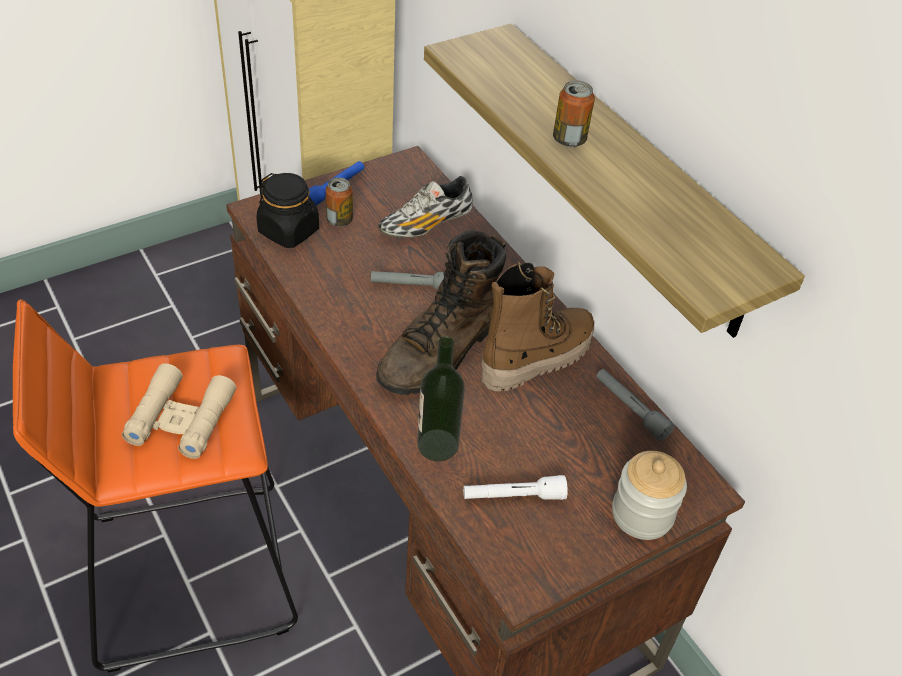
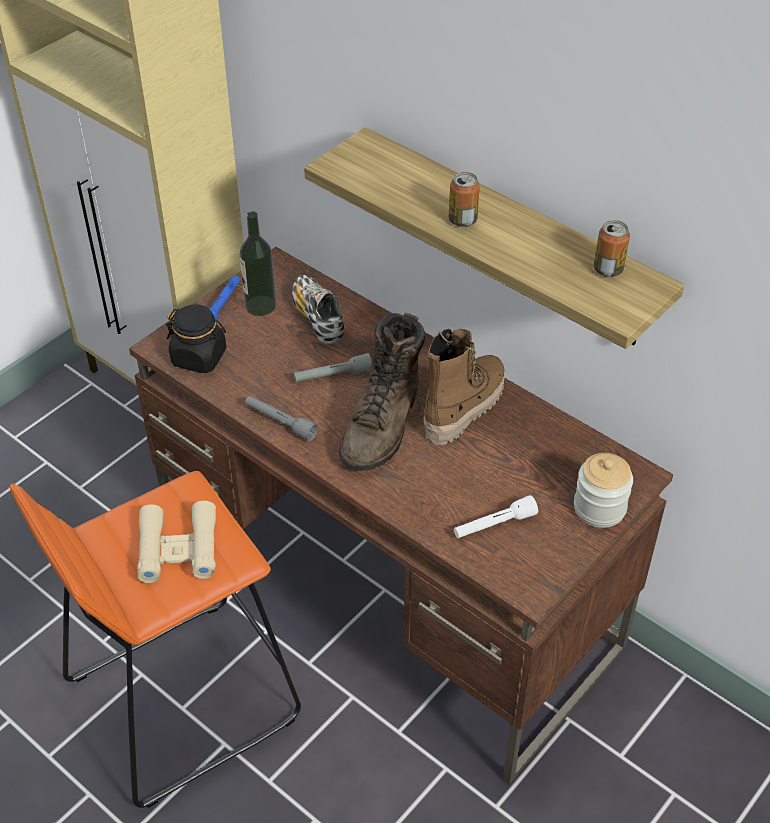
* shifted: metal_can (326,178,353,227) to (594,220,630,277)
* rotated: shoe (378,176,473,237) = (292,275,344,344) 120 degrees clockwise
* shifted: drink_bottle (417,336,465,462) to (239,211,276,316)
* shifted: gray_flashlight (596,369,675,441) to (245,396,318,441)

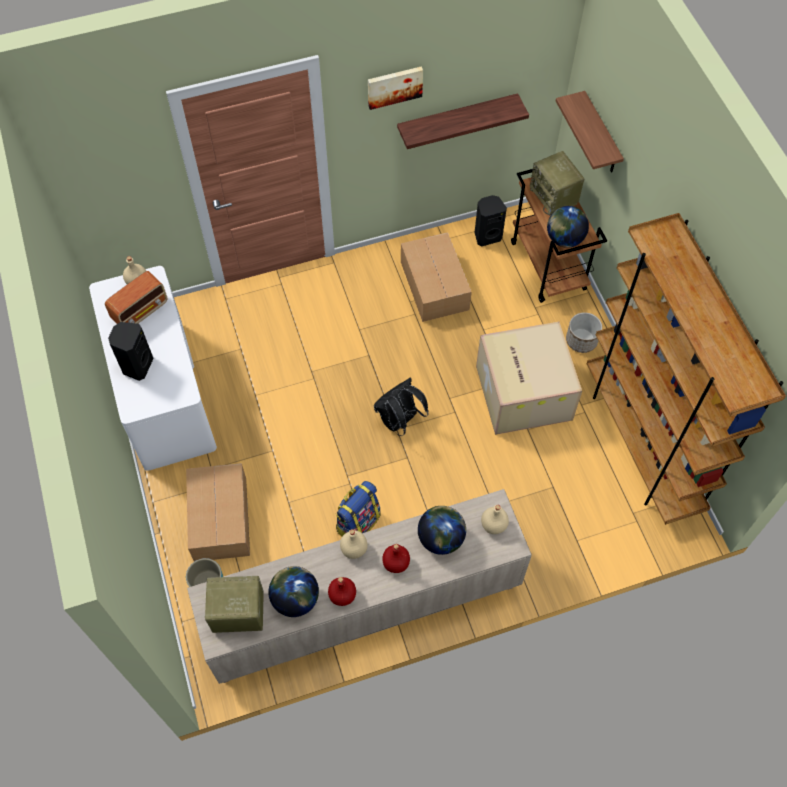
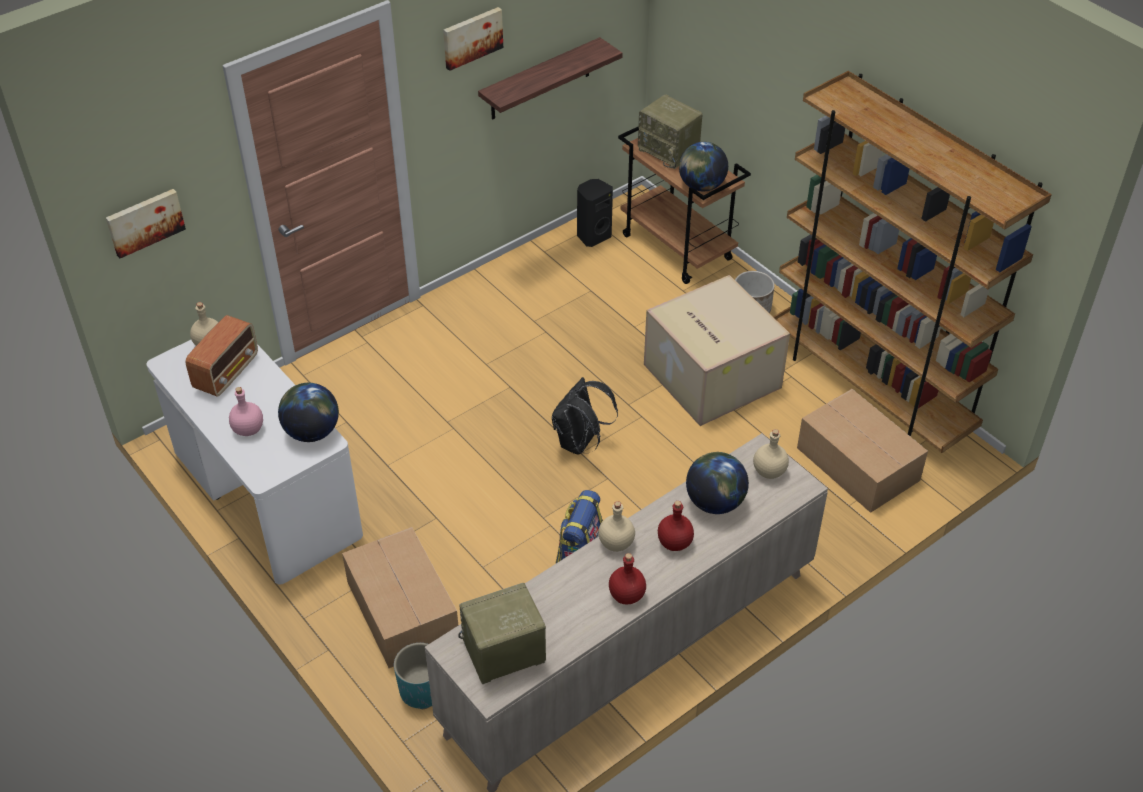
* swapped: black_speaker (108,322,154,381) to pinkish_drink_bottle (229,387,263,436)
* shifted: world_globe (268,566,319,617) to (278,383,339,442)
* shifted: cardboard_box (401,232,472,322) to (797,389,928,513)
* gone: wall_shelf (556,91,624,172)
* new: picture (106,189,186,258)

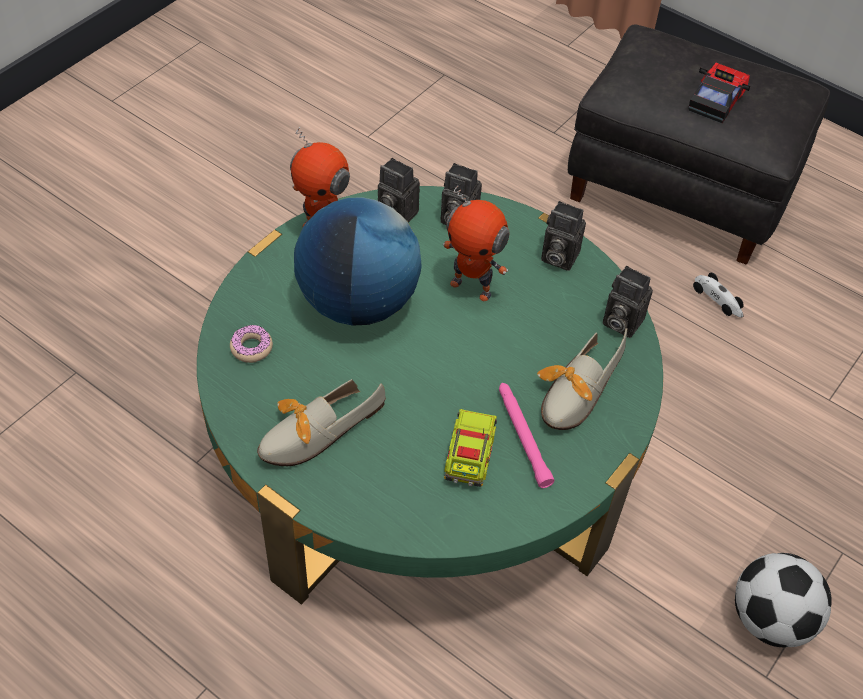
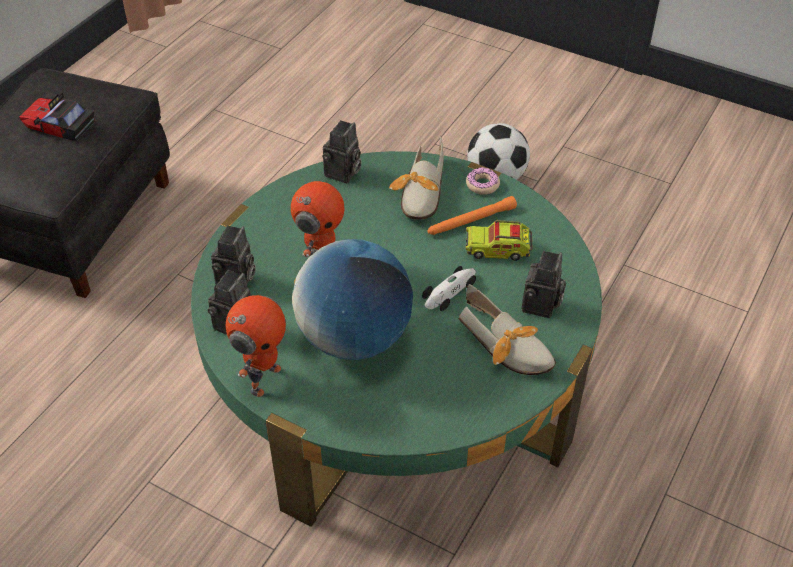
* shifted: ring_doughnut (230,324,273,363) to (466,167,500,195)
* repainted: pinkish_flashlight (499,383,554,488) to orange-coloured_flashlight (427,196,517,235)
* rotated: shoe (537,328,627,430) = (389,136,444,220) 75 degrees clockwise
* shifted: photo_camera (541,201,586,271) to (522,251,566,318)
* shifted: toy_car (693,273,744,318) to (422,266,476,311)

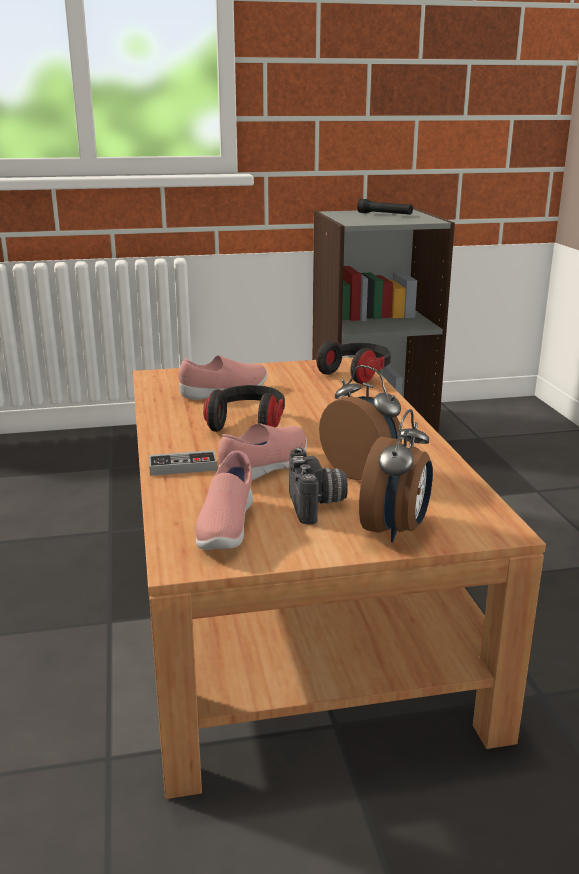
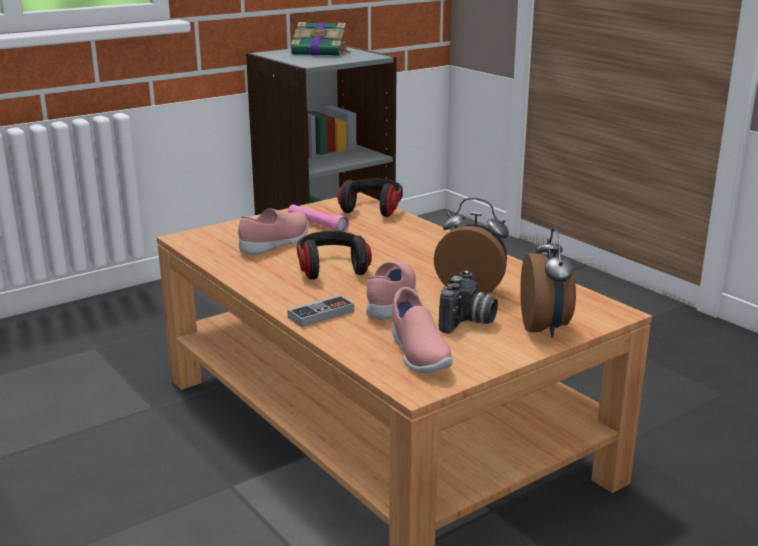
* rotated: photo_camera (289,447,348,524) = (439,270,498,333) 60 degrees clockwise
* swapped: black_flashlight (357,199,413,215) to book (291,22,351,56)
* new: pinkish_flashlight (288,204,349,232)

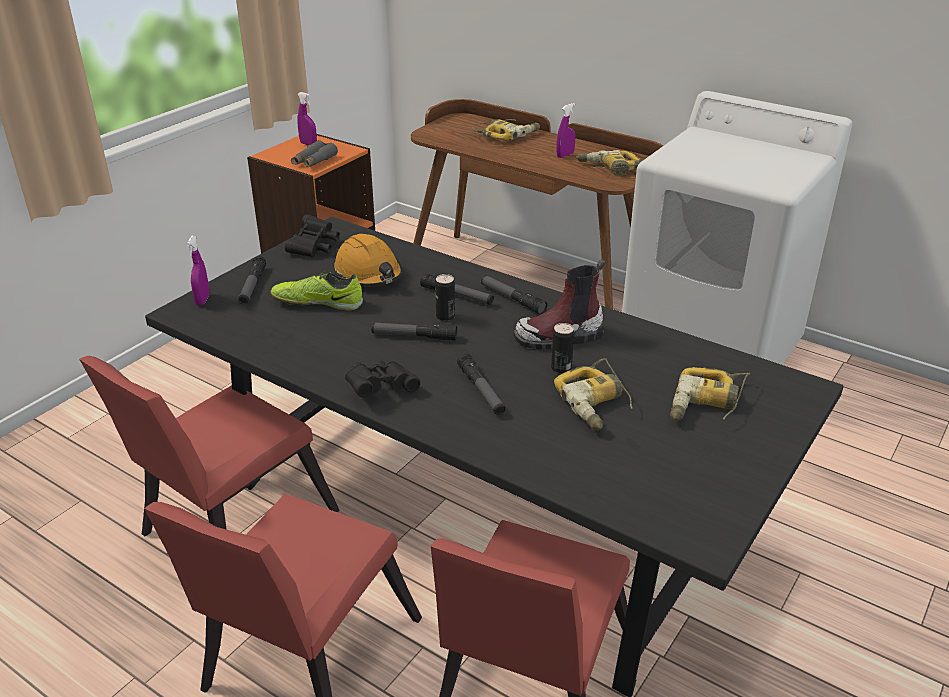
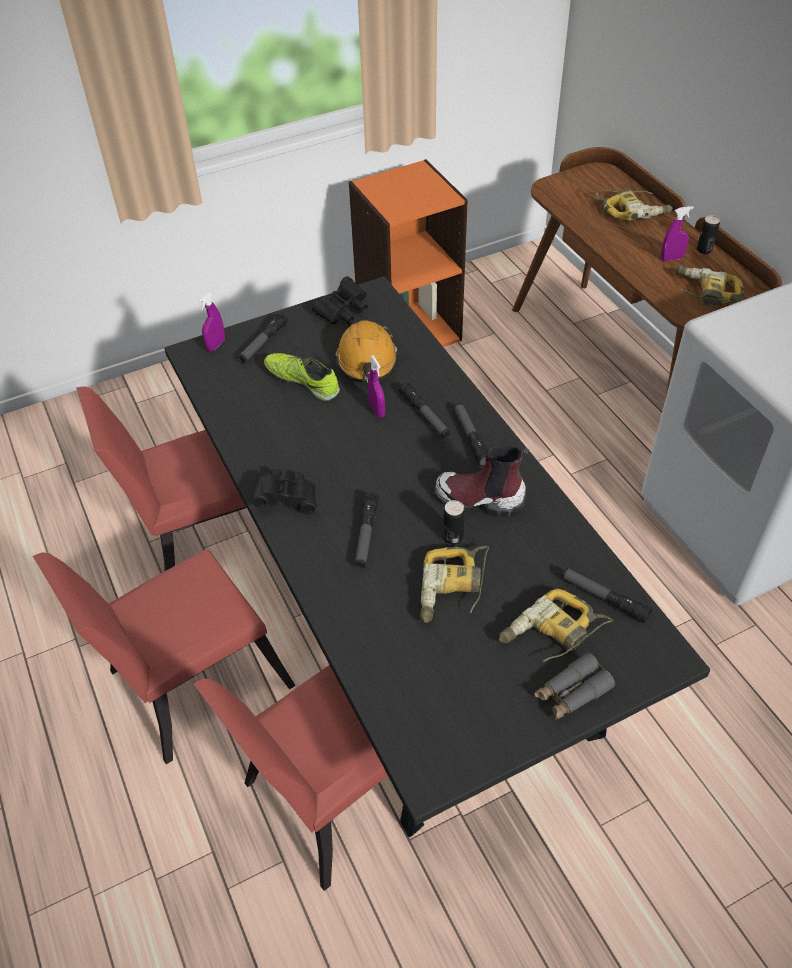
* shifted: gray_binoculars (291,140,338,167) to (534,653,615,720)
* shifted: purple-coloured_sprayer (297,92,317,146) to (368,355,385,418)
* shifted: flashlight (371,322,457,341) to (561,568,652,623)
* shifted: metal_can (435,274,455,321) to (697,215,720,254)

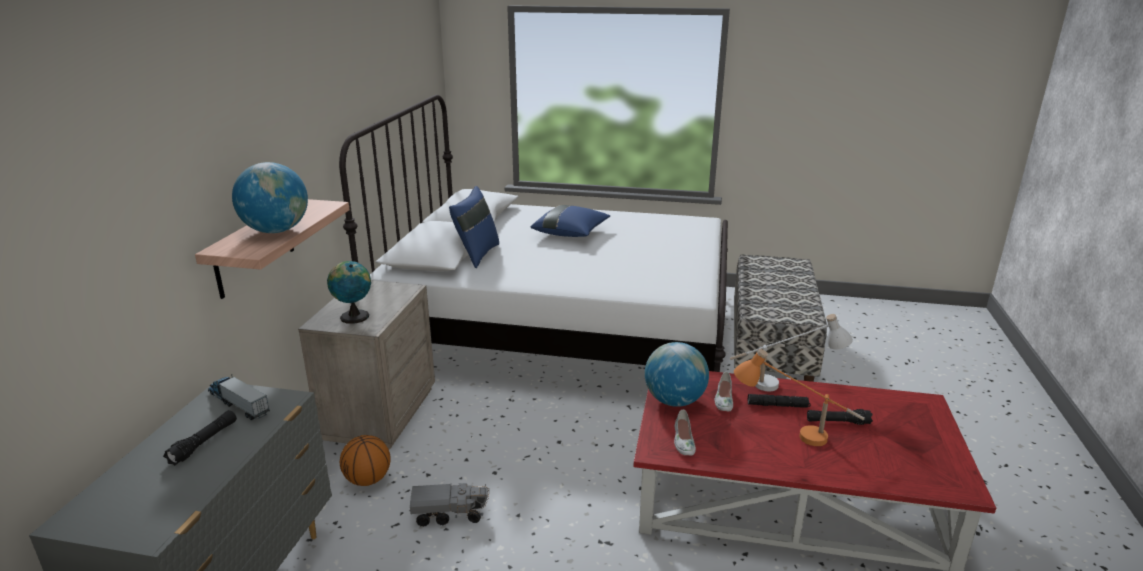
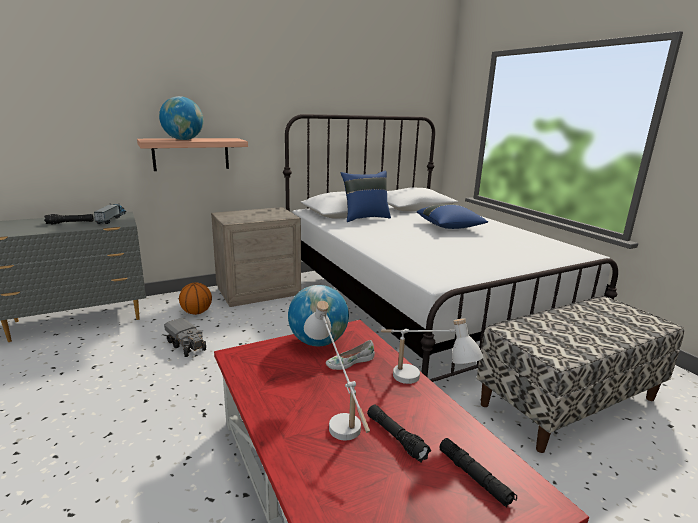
* gone: world_globe (327,261,371,324)
* gone: whitish_shoe (674,410,696,455)
* repainted: orange-coloured_tabletop_lamp (734,349,865,446) to whitish_tabletop_lamp (304,301,370,441)
* shifted: black_flashlight (748,394,811,408) to (439,438,517,508)

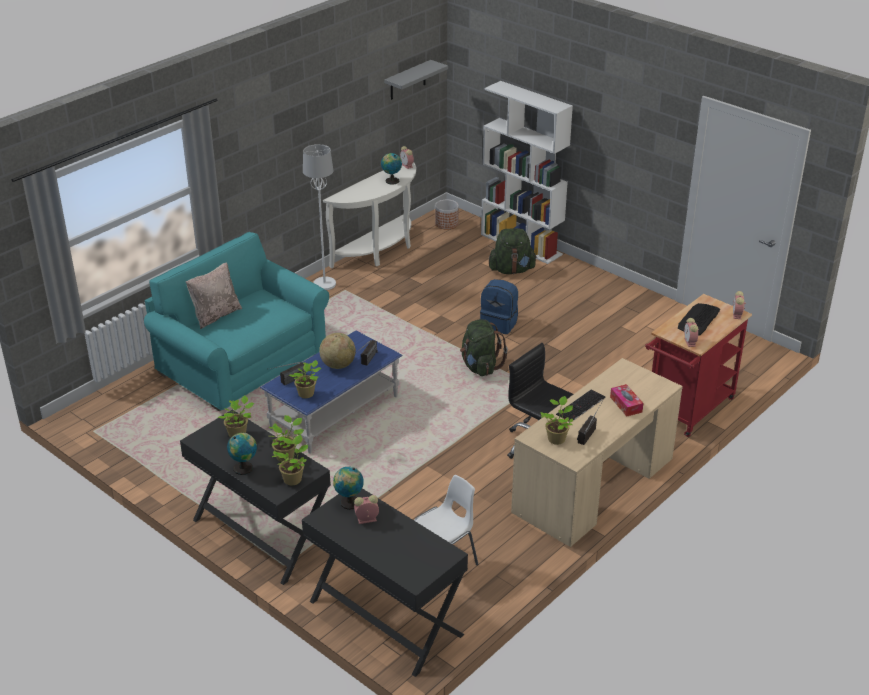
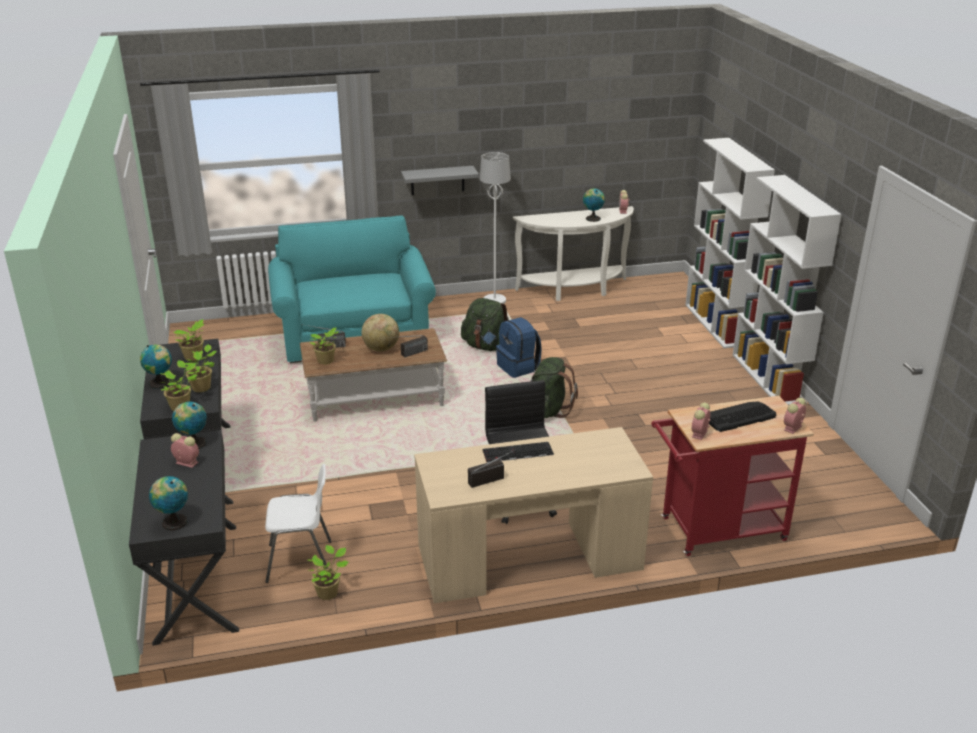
* gone: beige_cushion (186,262,242,329)
* repainted: bluish_lounge_table (260,331,403,454) to brown-coloured_lounge_table (300,328,447,422)
* shifted: gray_wall_shelf (384,60,448,100) to (401,166,479,195)
* gone: planter (435,200,459,230)
* shifted: bluish_backpack (480,279,518,334) to (496,317,542,378)
* shifted: green_backpack (489,228,537,274) to (461,298,509,351)
* shifted: plant_in_a_pot (540,396,573,445) to (308,545,349,600)
* gone: tissue_holder (610,384,643,417)
* new: world_globe (149,476,188,531)
* new: whitish_bookcase (733,175,842,405)

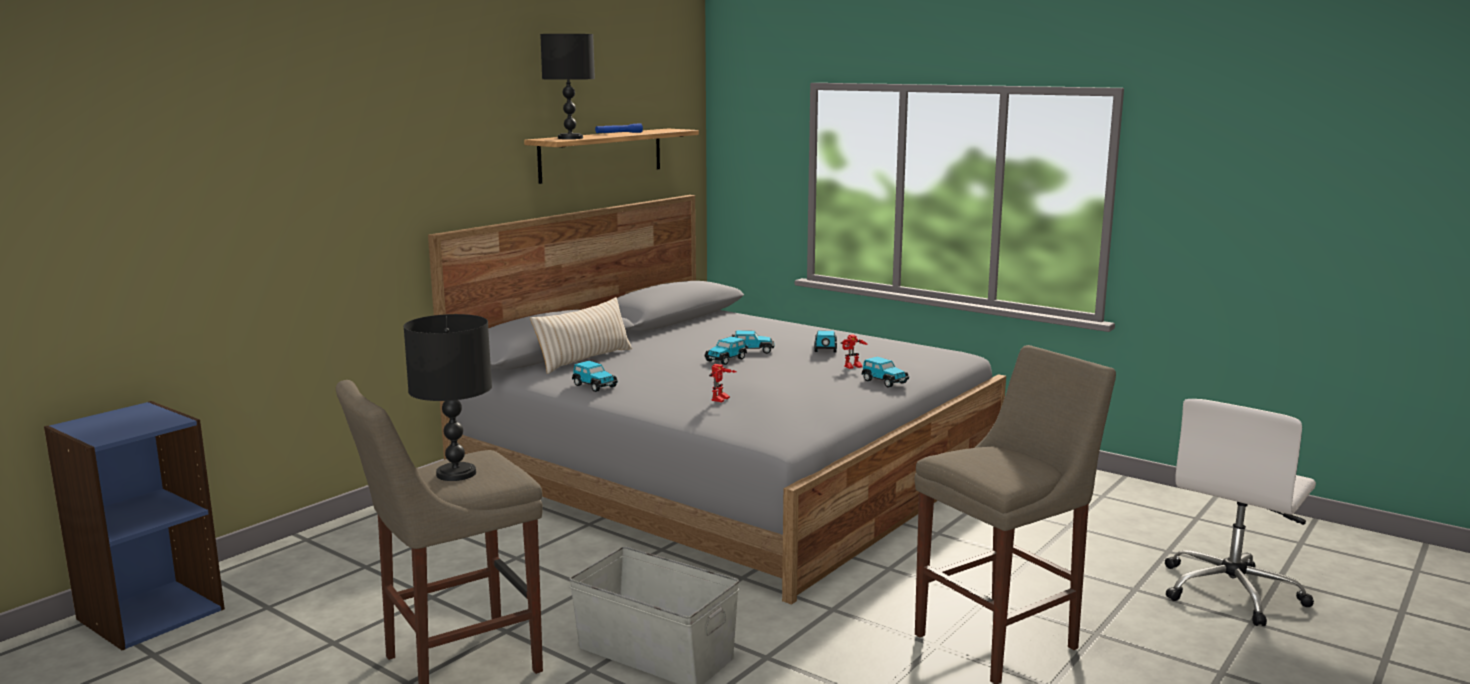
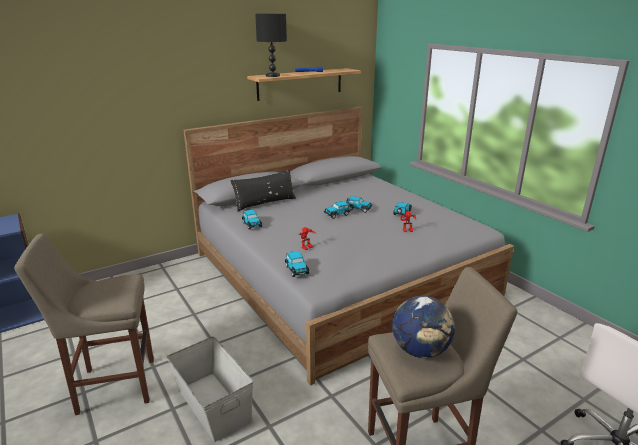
* gone: black_tabletop_lamp (404,314,492,481)
* repainted: beige_cushion (530,297,632,374) to black_cushion (230,169,296,212)
* shifted: toy_car (862,357,909,387) to (285,251,310,277)
* new: world_globe (392,296,455,358)

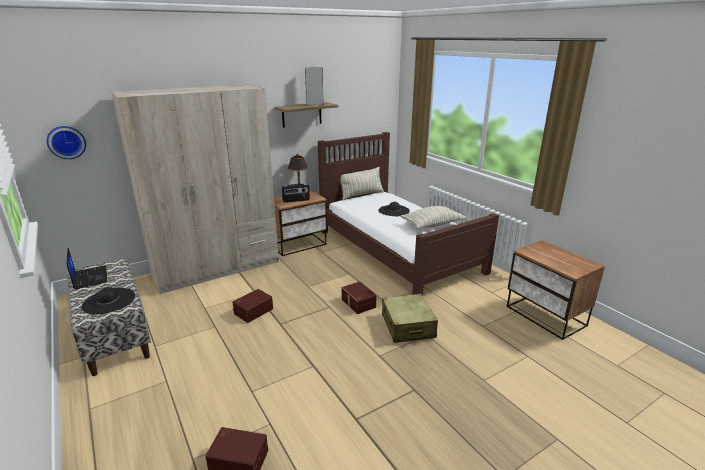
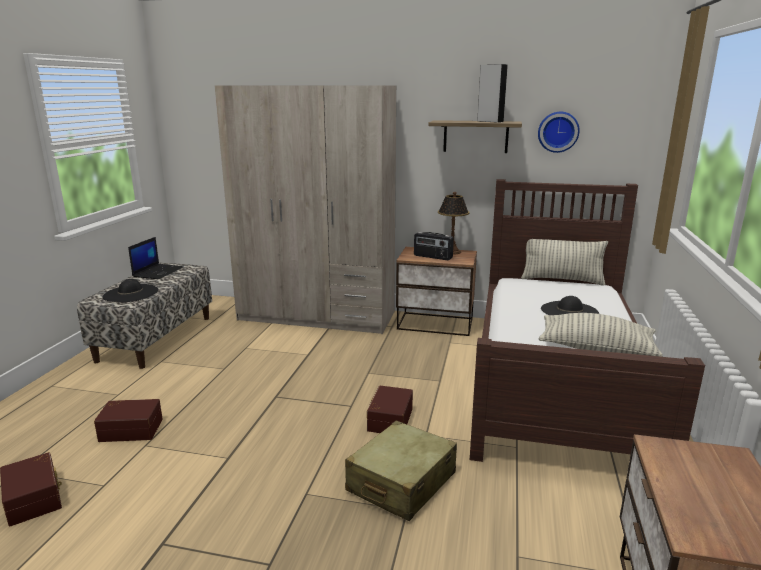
* shifted: hanging_clock (47,126,86,159) to (538,112,580,153)
* shifted: brown-coloured_storage_container (232,289,273,323) to (94,399,163,442)

